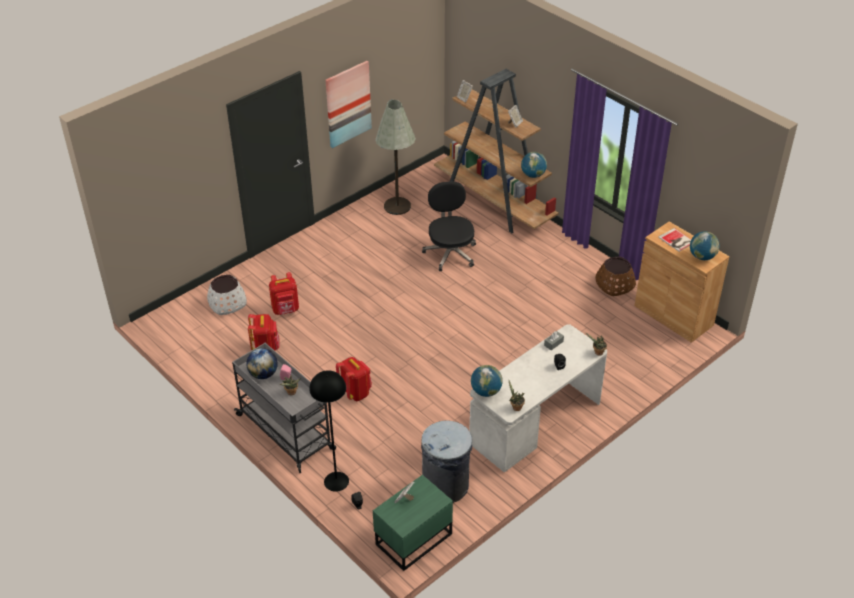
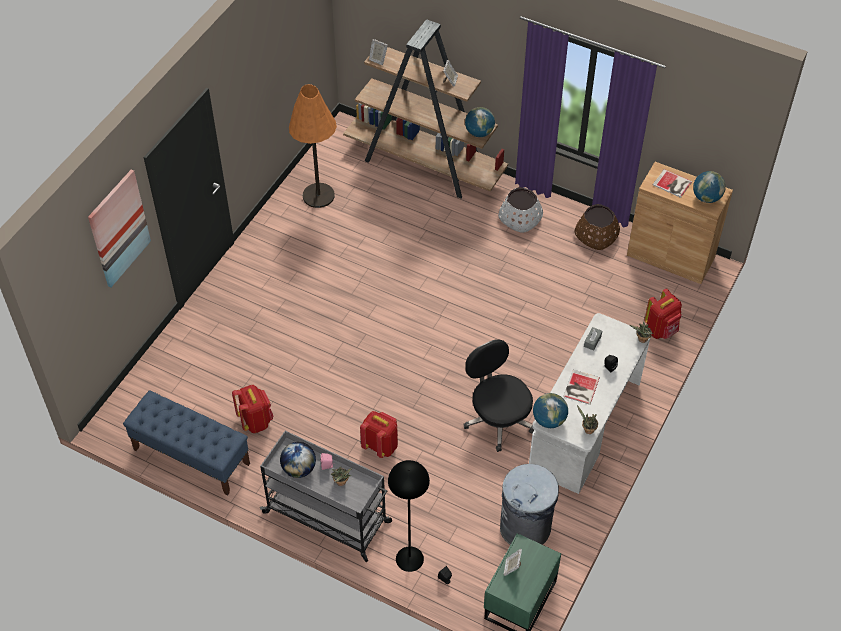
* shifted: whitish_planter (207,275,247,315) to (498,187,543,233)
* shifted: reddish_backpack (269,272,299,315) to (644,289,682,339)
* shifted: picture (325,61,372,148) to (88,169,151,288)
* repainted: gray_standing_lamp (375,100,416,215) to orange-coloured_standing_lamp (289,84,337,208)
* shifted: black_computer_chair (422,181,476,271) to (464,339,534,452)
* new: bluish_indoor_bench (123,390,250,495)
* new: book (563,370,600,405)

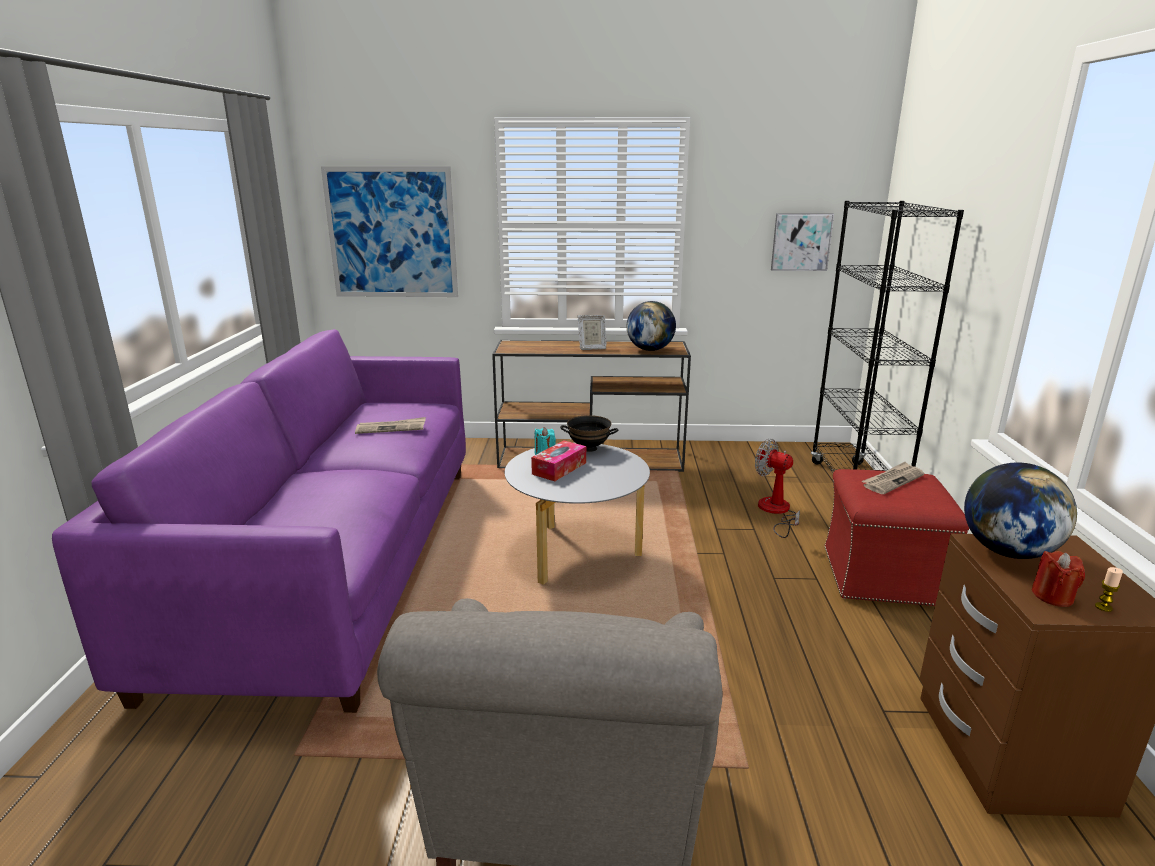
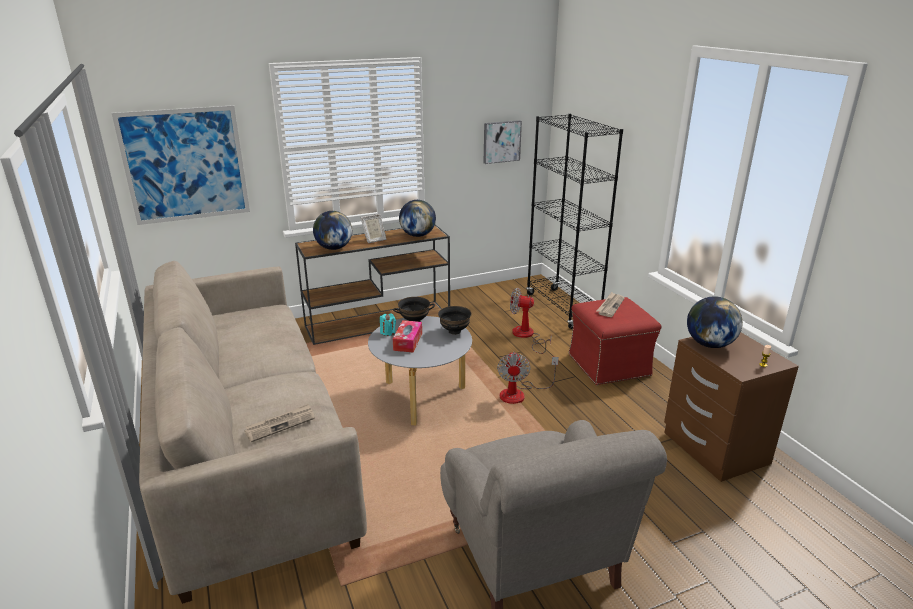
* repainted: purple-coloured_sofa (52,329,466,713) to beige_sofa (139,261,367,604)
* shifted: printed_paper (355,417,426,434) to (244,404,315,442)
* gone: reddish_wax_light (1032,551,1085,607)
* new: world_globe (313,211,352,250)
* new: black_serving_bowl (438,306,472,335)
* new: fan (497,351,559,404)

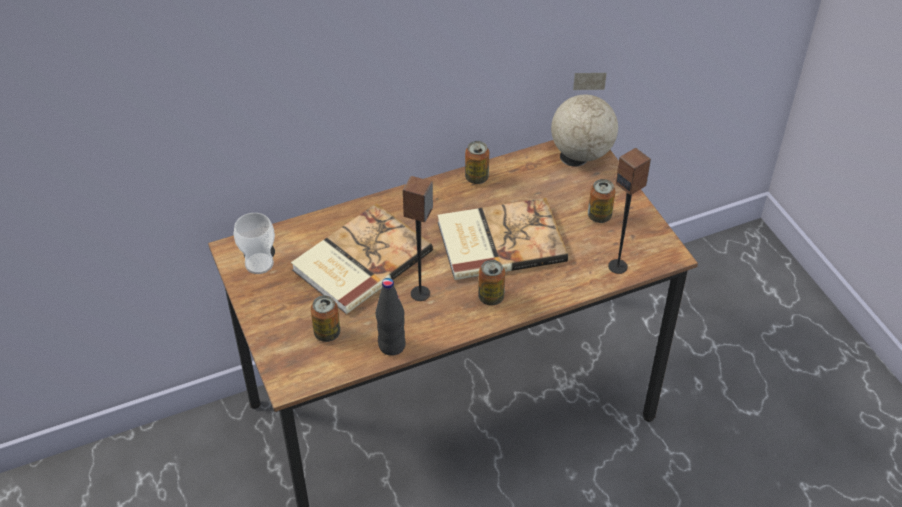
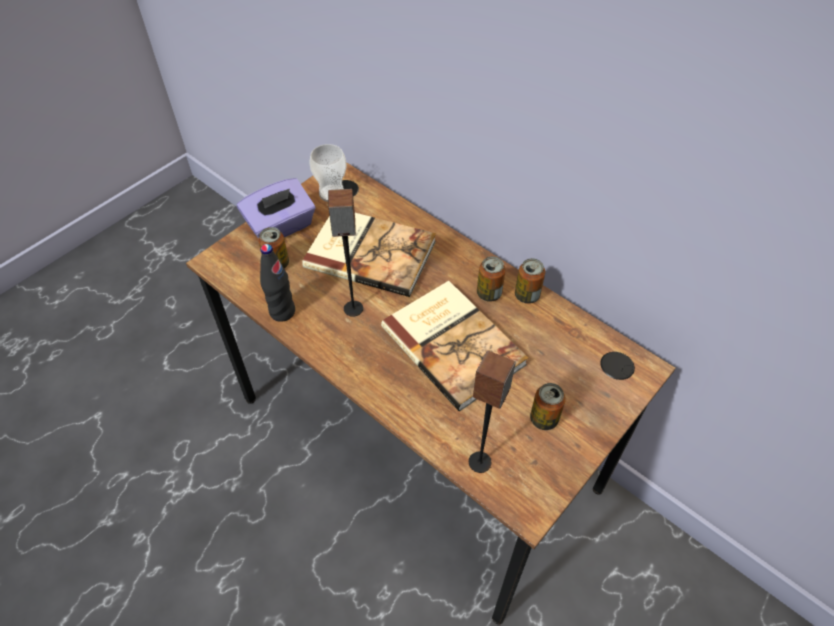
* shifted: metal_can (478,260,505,306) to (477,256,506,302)
* gone: world_globe (551,73,618,162)
* new: purple-coloured_tissue_holder (237,178,315,239)

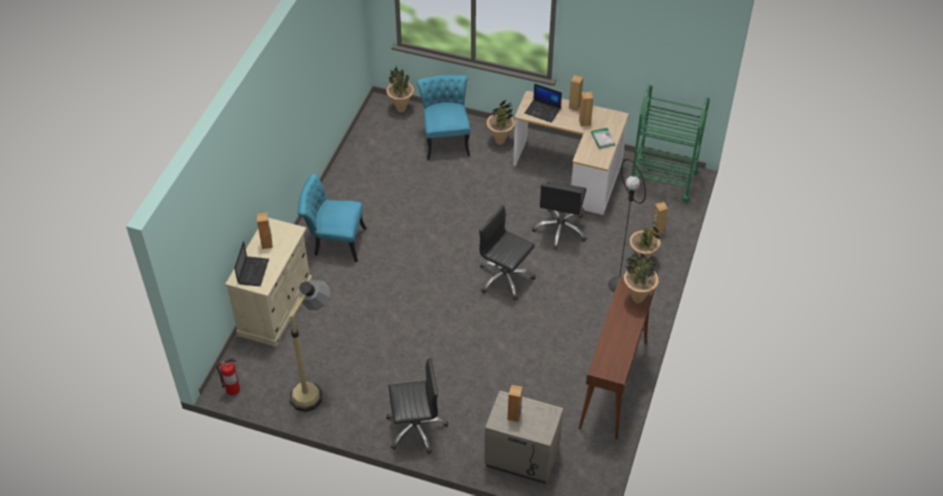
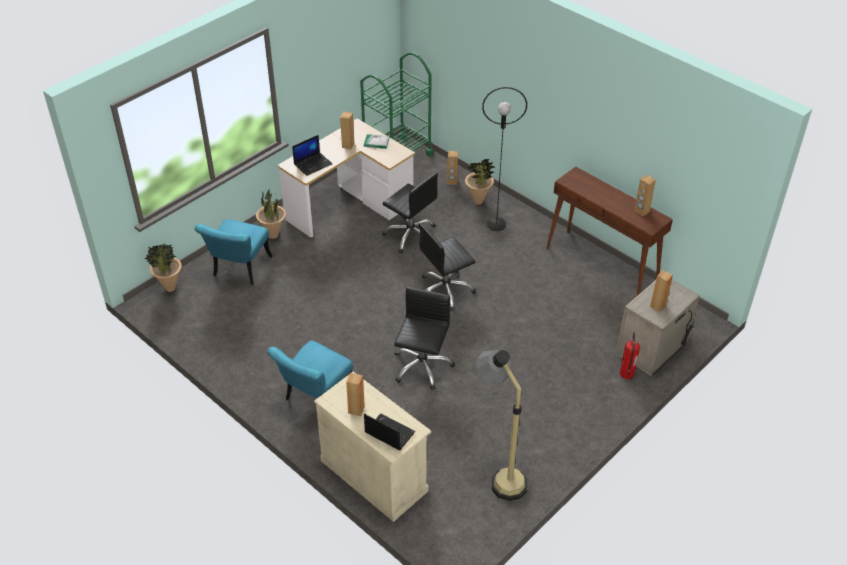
* shifted: fire-fighting_cylinder (216,357,240,395) to (620,332,640,379)
* shifted: black_computer_chair (386,357,448,454) to (394,287,455,390)
* rotated: turquoise_chair (417,75,470,160) = (195,219,273,285) 90 degrees counterclockwise
* shifted: brown-coloured_speaker (569,75,583,111) to (634,175,656,216)
* gone: plant_in_a_pot (624,252,658,303)

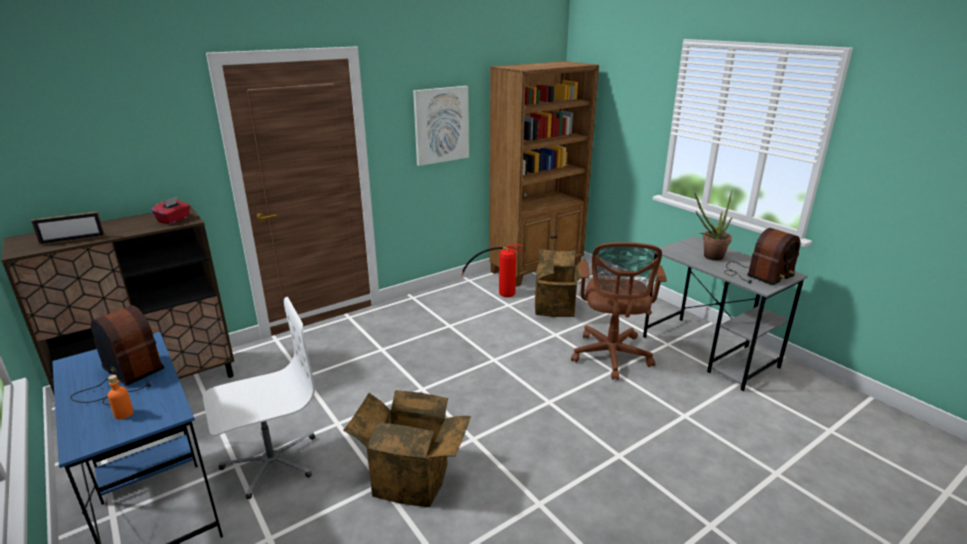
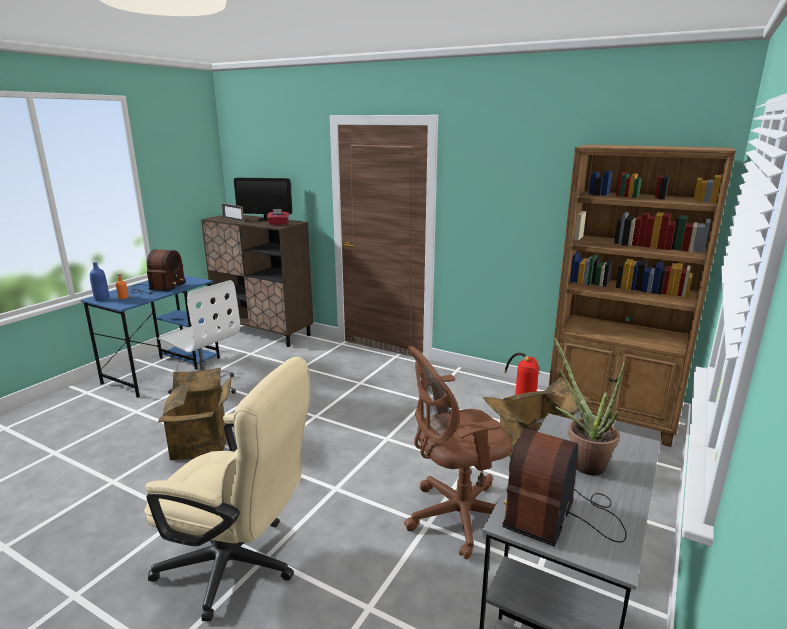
* gone: picture (413,86,469,166)
* rotated: radio_receiver (724,228,800,285) = (502,429,627,547) 90 degrees clockwise
* new: bluish_drink_bottle (90,262,109,301)
* new: beige_computer_chair (144,357,310,621)
* new: computer_screen (234,178,292,221)

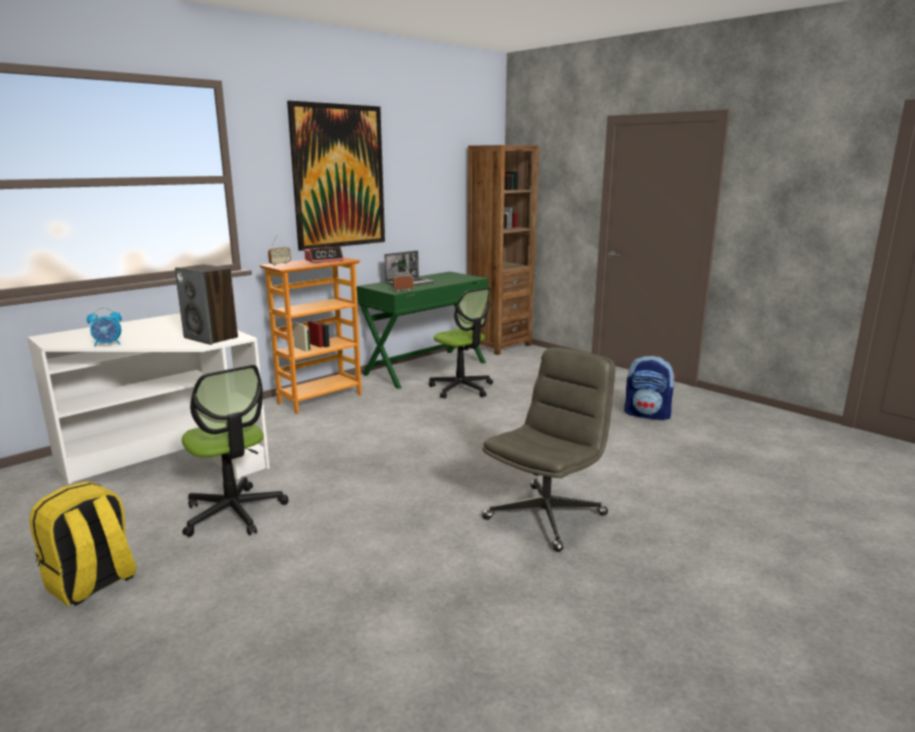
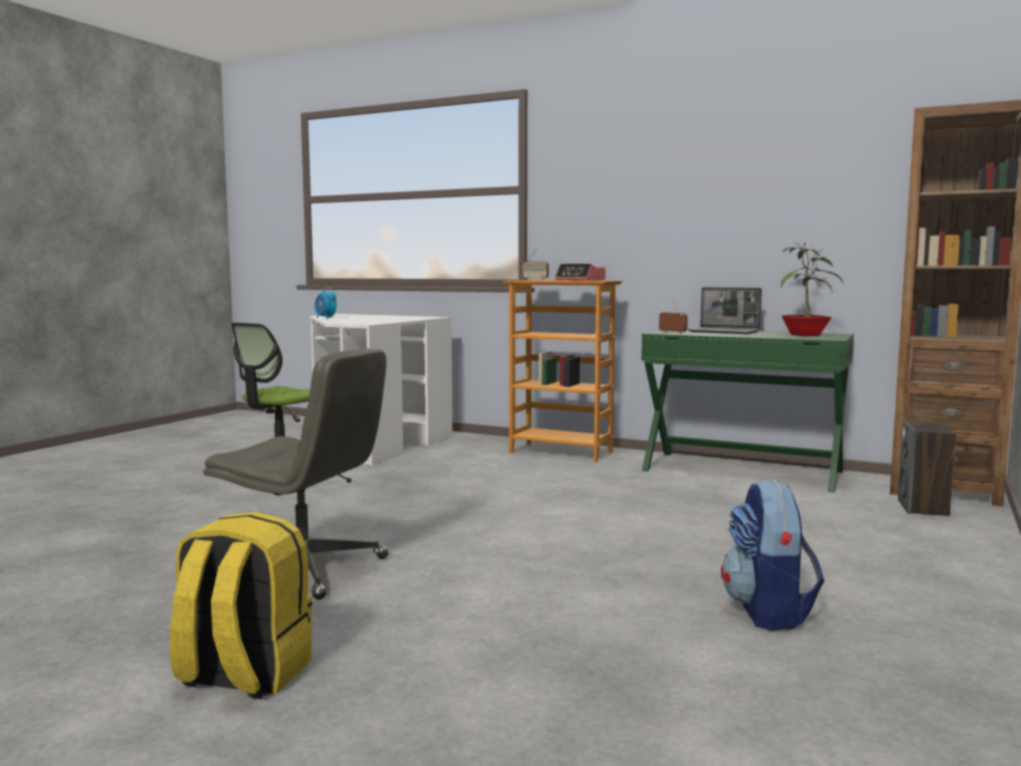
* shifted: yellowish_backpack (29,481,137,606) to (170,512,312,699)
* shifted: speaker (175,264,238,345) to (898,421,956,516)
* gone: picture (287,101,385,251)
* gone: computer_chair (429,287,493,399)
* new: plant_in_a_pot (781,243,844,336)

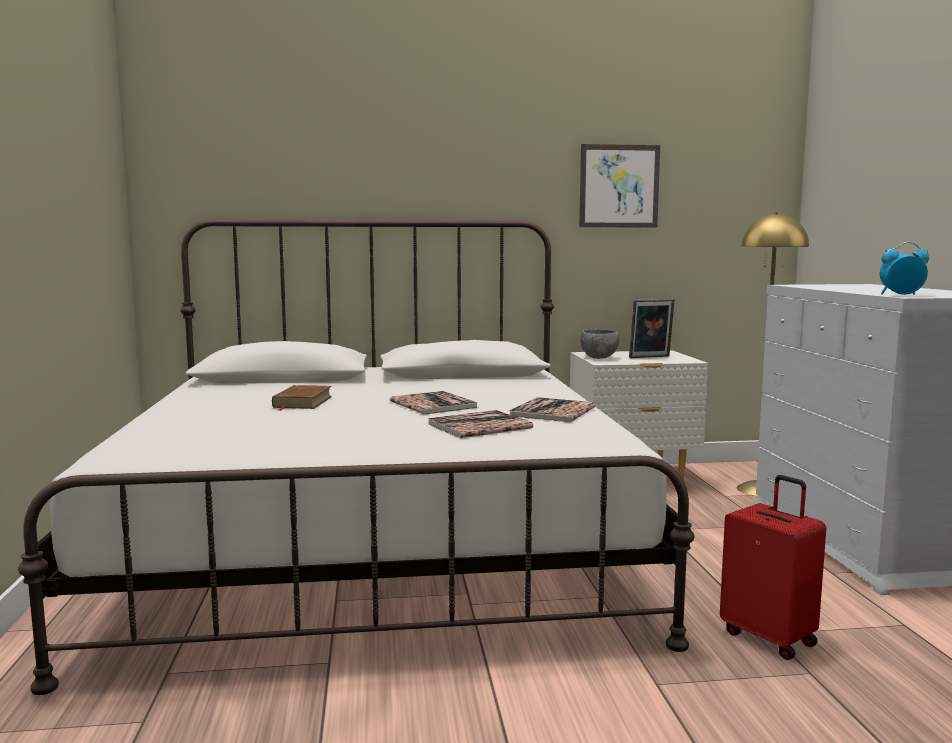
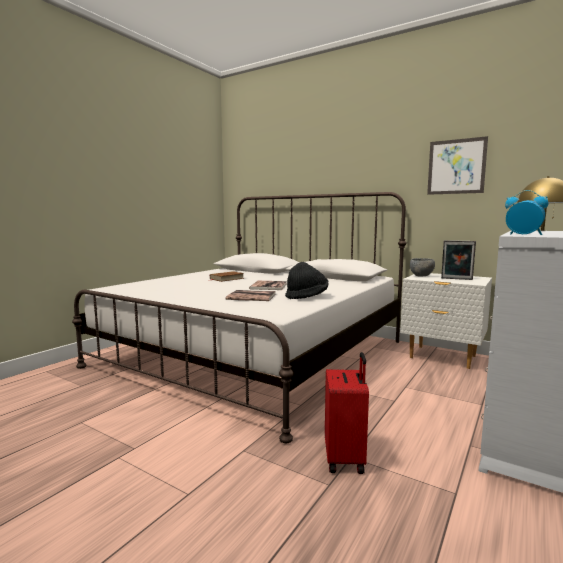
* swapped: book (509,397,596,422) to black_wearable_hat (285,262,328,299)

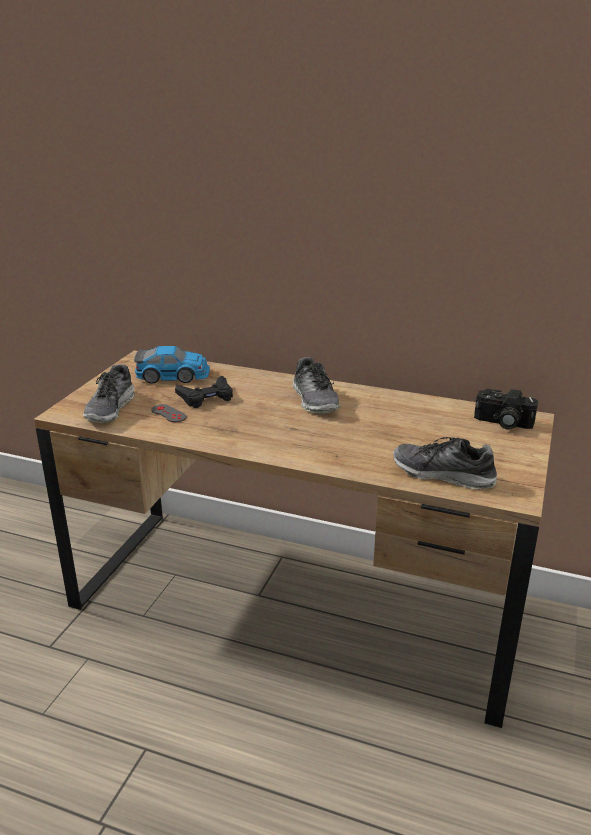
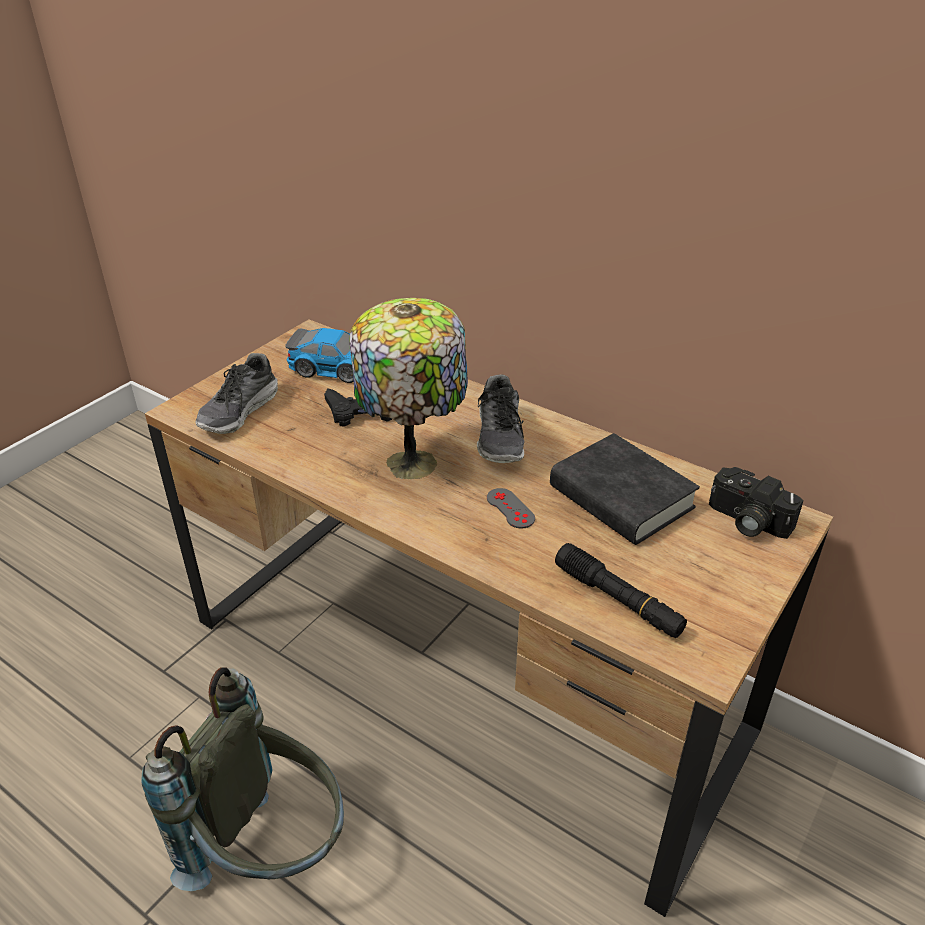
* shifted: gray_gamepad (151,404,186,422) to (487,488,535,528)
* swapped: shoe (393,437,497,489) to black_flashlight (555,543,687,638)
* new: gray_backpack (141,667,344,891)
* new: tabletop_lamp (349,298,468,479)
* new: black_book (550,433,700,545)

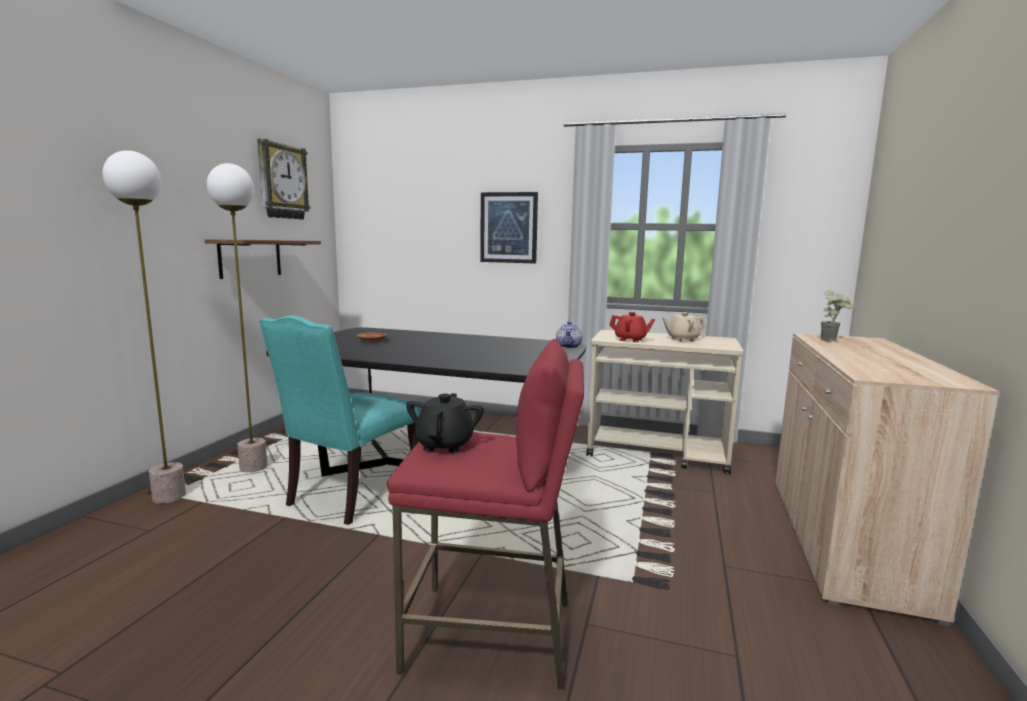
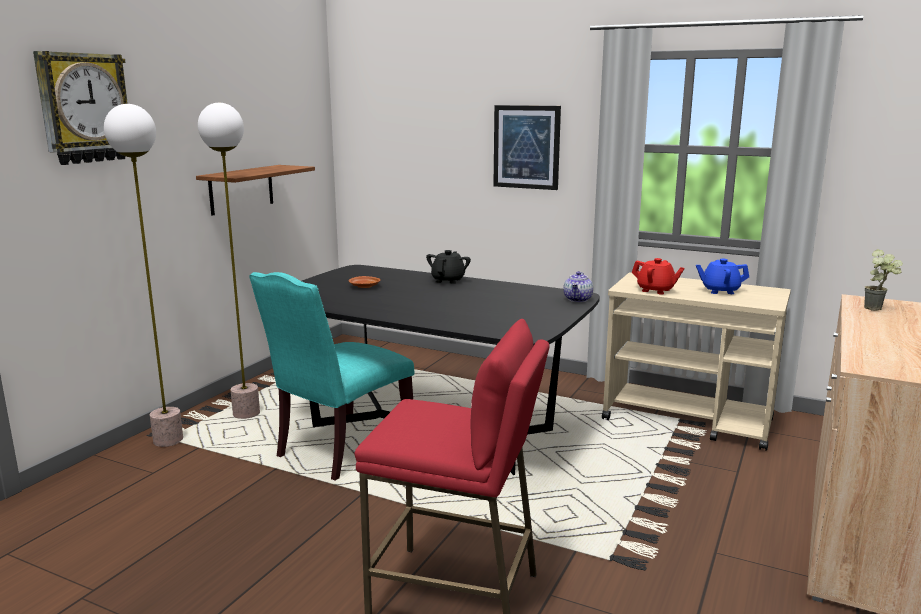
* shifted: hanging_clock (257,139,311,219) to (33,51,128,165)
* shifted: black_tea_pot (406,393,484,453) to (426,250,471,284)
* repainted: beige_tea_pot (662,312,706,342) to bluish_tea_pot (696,259,749,294)

